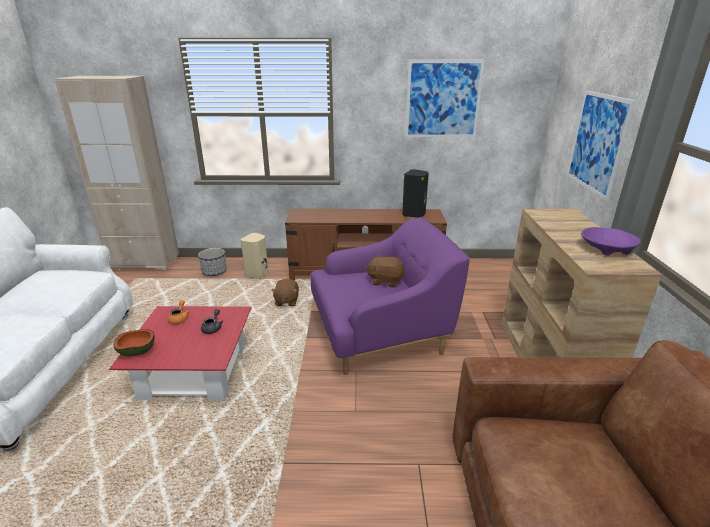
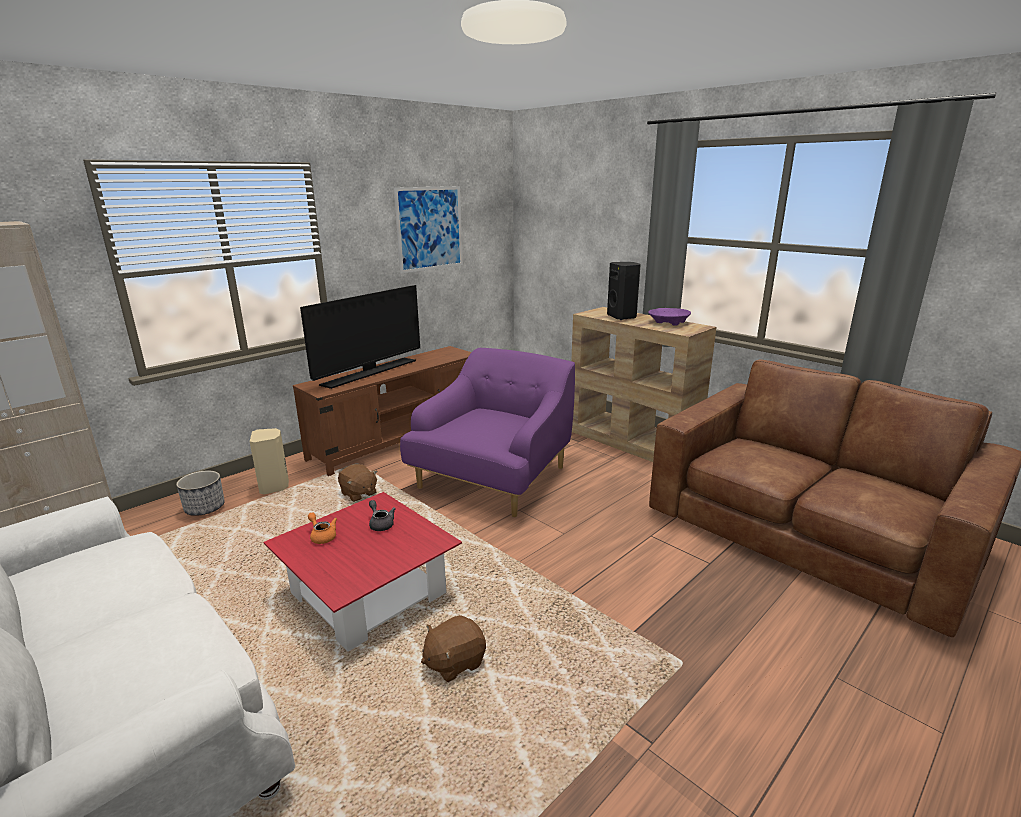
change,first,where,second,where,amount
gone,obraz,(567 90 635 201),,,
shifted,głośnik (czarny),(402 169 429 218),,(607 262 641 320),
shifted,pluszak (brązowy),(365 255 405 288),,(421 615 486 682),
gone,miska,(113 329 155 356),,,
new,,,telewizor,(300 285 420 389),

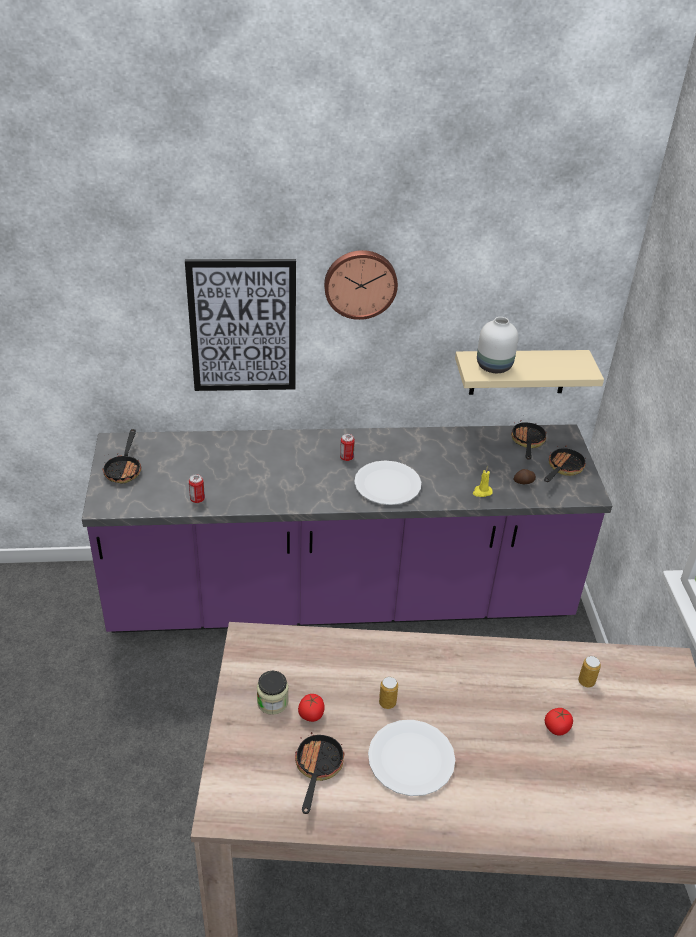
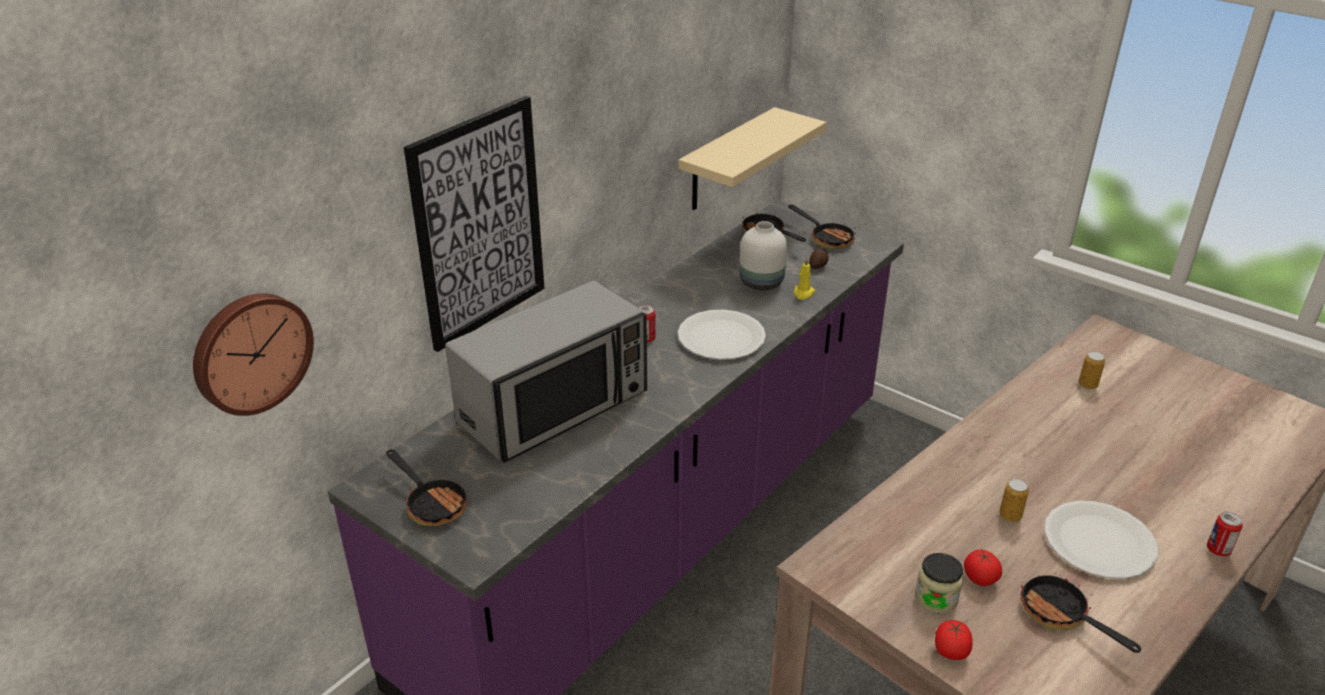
change,first,where,second,where,amount
shifted,zegar ścienny,(324 250 398 320),,(193 293 314 416),
shifted,wazon (biały),(477 317 518 373),,(739 221 787 291),
rotated,patelnia,(544 445 586 482),,(788 205 856 249),150 degrees clockwise
shifted,puszka,(189 474 205 503),,(1207 512 1243 556),
shifted,pomidor,(545 708 573 736),,(935 620 973 660),
new,,,mikrofalówka,(445 280 647 463),

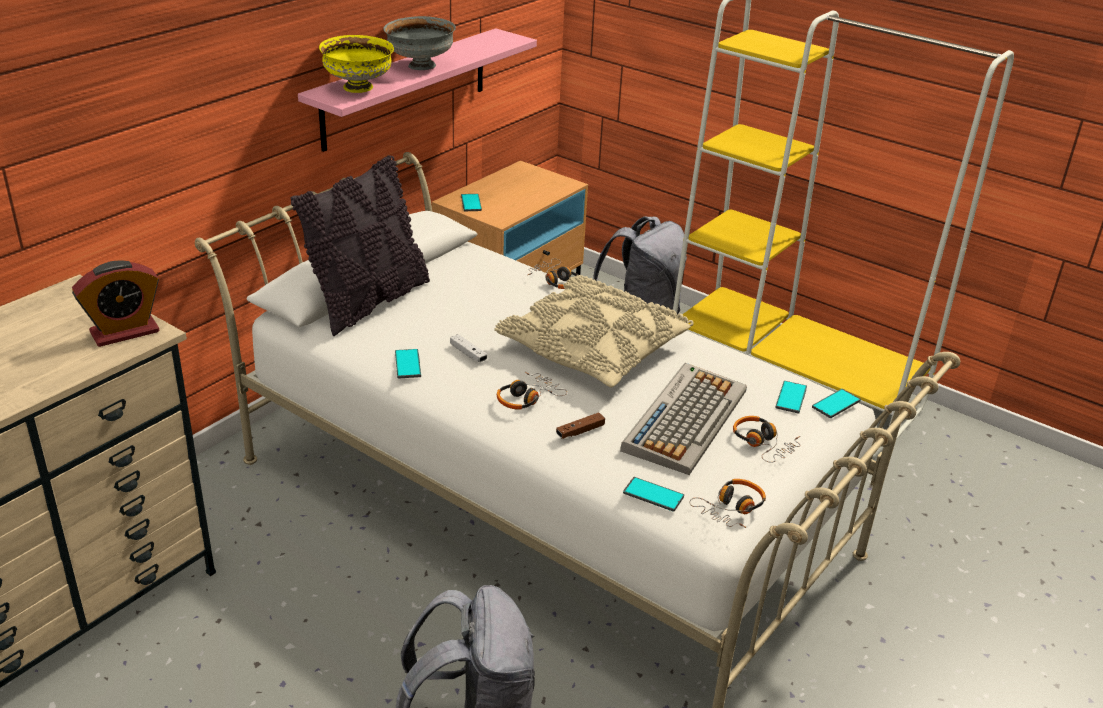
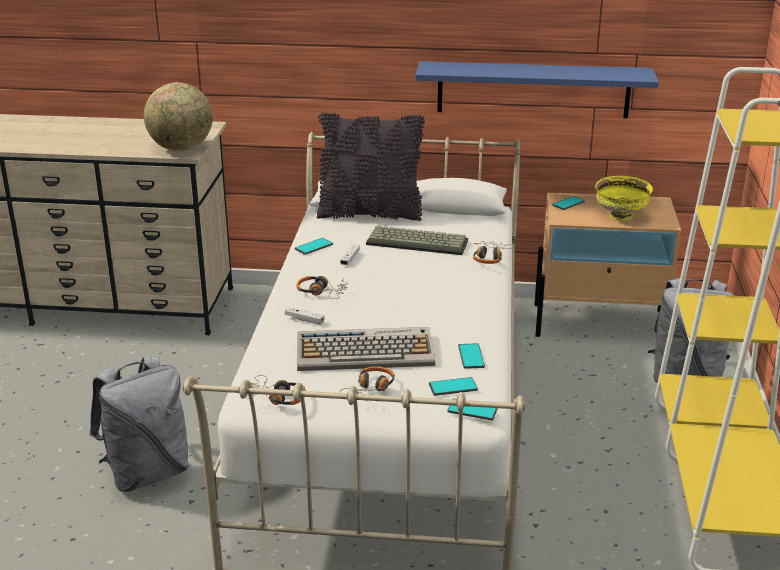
change,first,where,second,where,amount
gone,miska (szary),(383 16 456 70),,,
repainted,półka (różowy),(298 28 537 152),półka (niebieski),(415 61 659 118),
shifted,miska (żółty),(319 35 394 93),,(595 176 653 221),
swapped,budzik,(72 260 159 347),globus,(144 82 213 151),
gone,poduszka (beżowy),(494 275 694 388),,,
repainted,pad do gier (brązowy),(556 412 605 439),pad do gier (biały),(285 307 324 325),
shifted,telefon,(623 477 684 512),,(458 343 485 369),
new,,,klawiatura,(366 226 468 255),

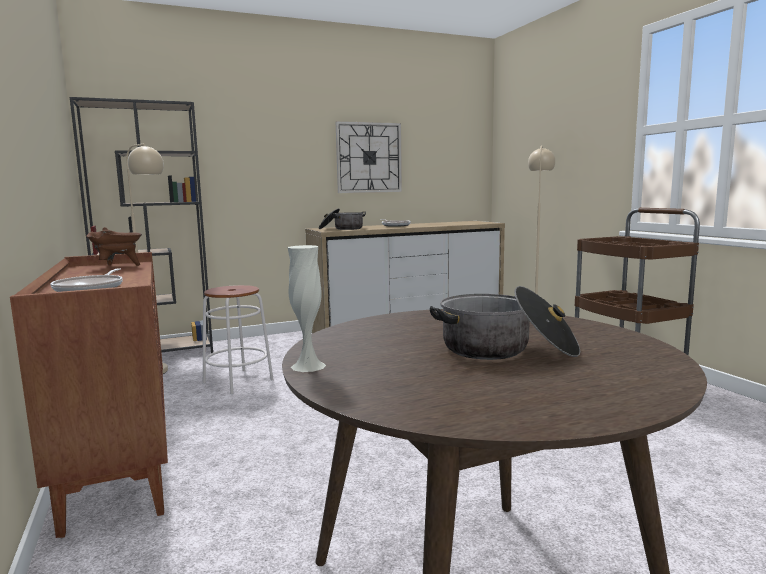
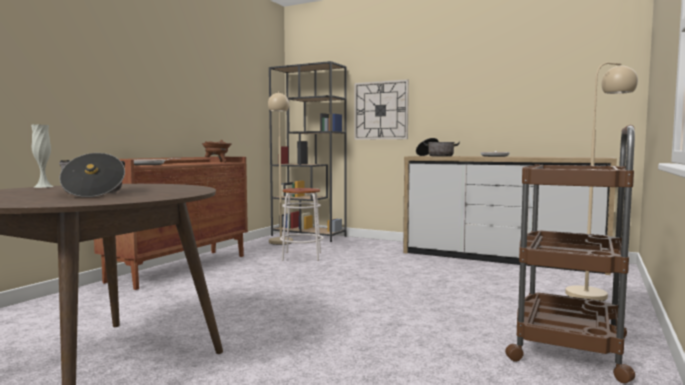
change,first,where,second,where,amount
shifted,zegar ścienny,(336 121 402 193),,(354 79 409 140),

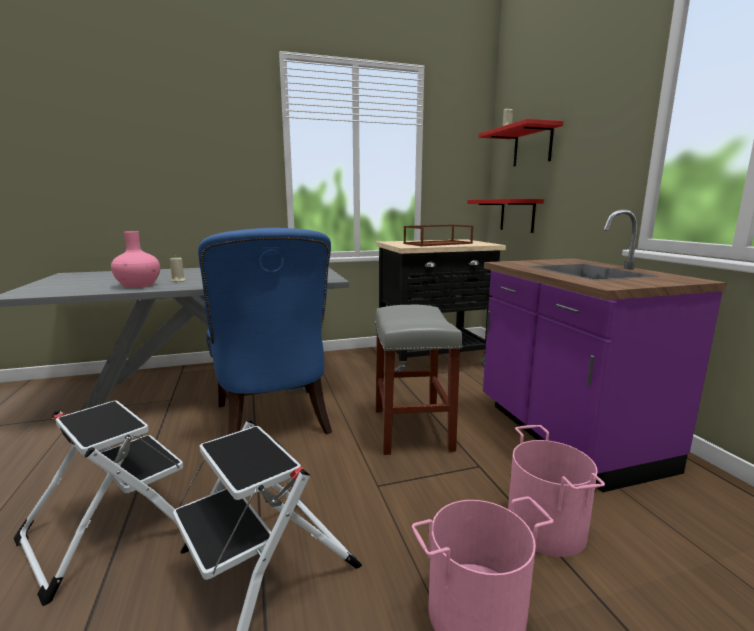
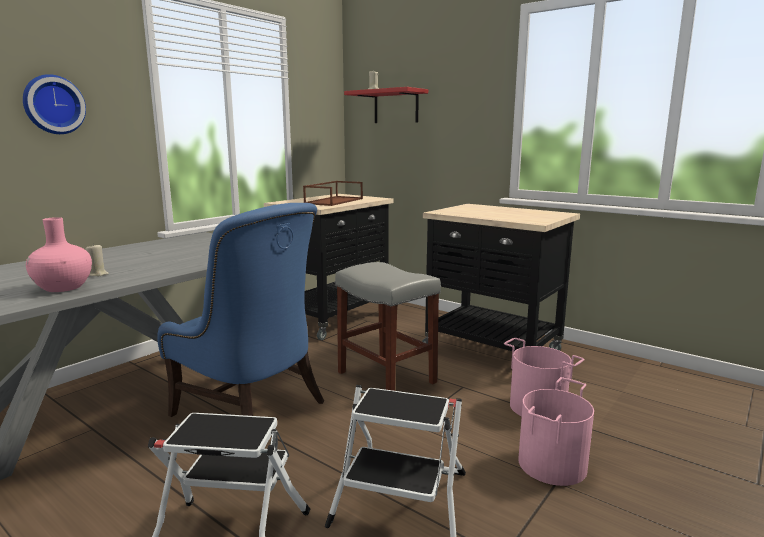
change,first,where,second,where,amount
gone,półka (czerwony),(467 199 544 233),,,
swapped,zabudowa kuchenna (fioletowy),(483 209 727 492),wózek (czarny),(422 204 580 351),
new,,,zegar ścienny,(23 74 86 134),

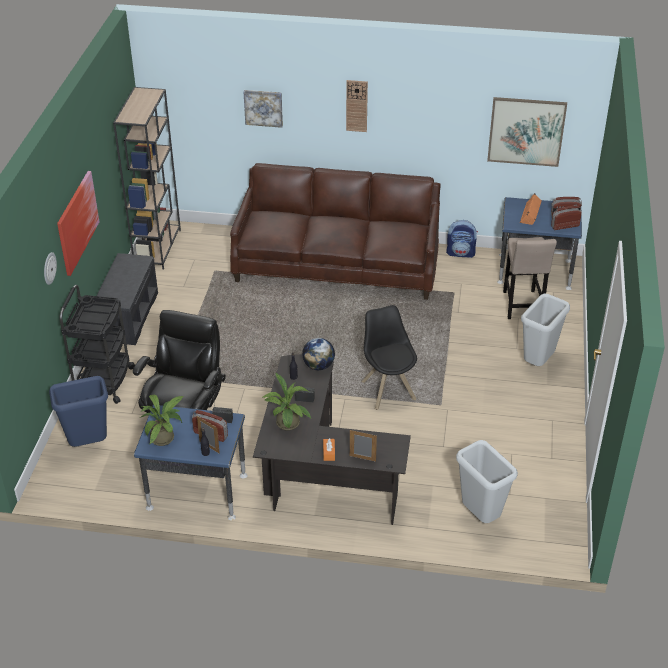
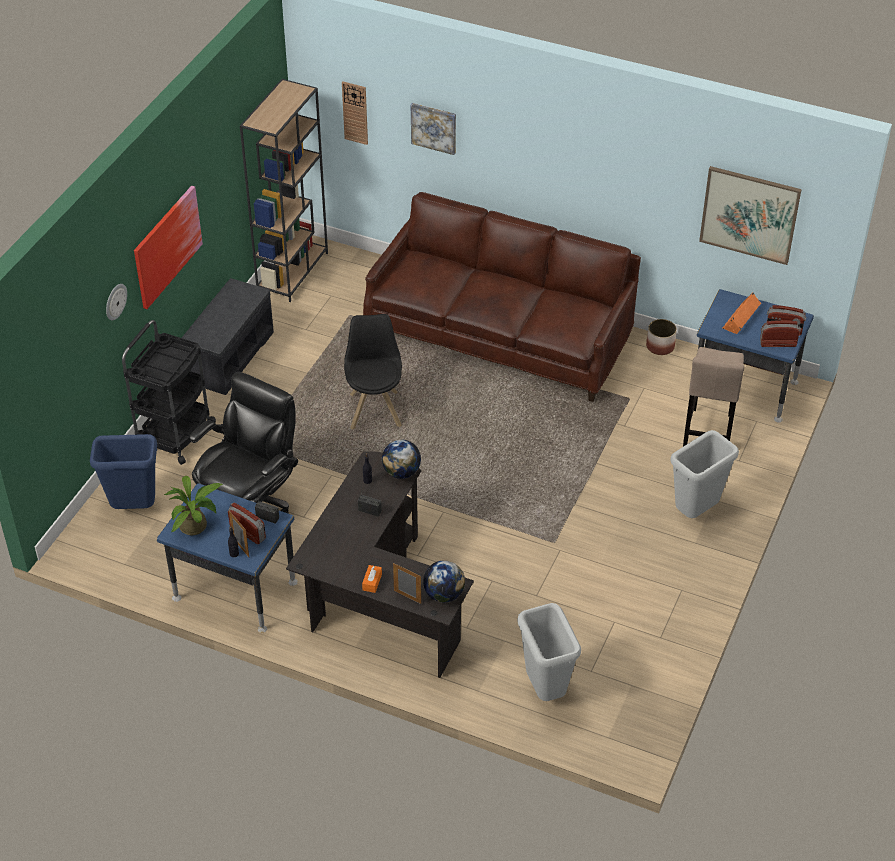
change,first,where,second,where,amount
shifted,zegar ścienny,(346 80 368 132),,(342 81 368 145),
swapped,plecak,(446 220 478 258),donica,(646 319 677 355),
shifted,krzesło (czarny),(362 305 417 410),,(344 314 402 430),
gone,roślina doniczkowa,(263 373 311 431),,,
new,,,globus,(423 560 465 602),

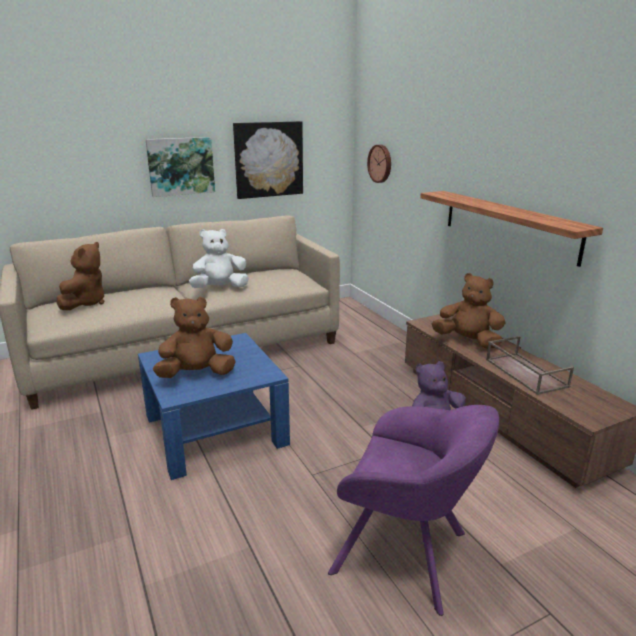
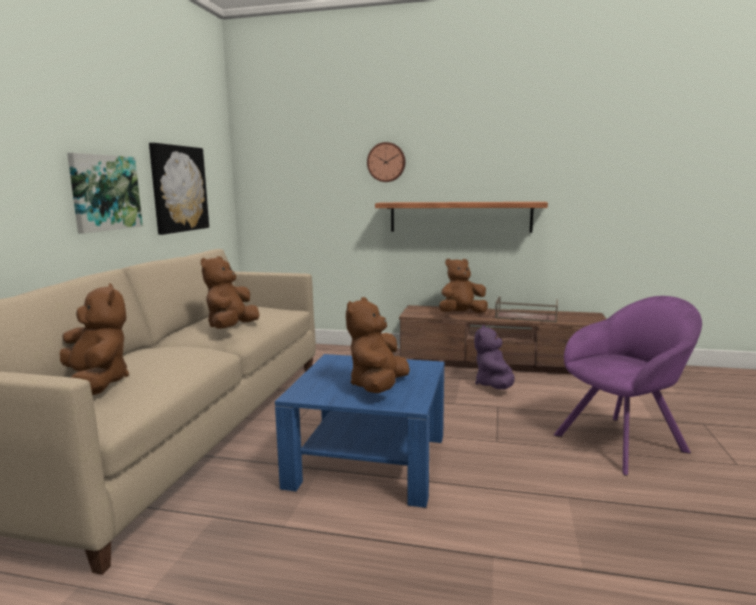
change,first,where,second,where,amount
shifted,zegar ścienny,(367 145 391 183),,(367 142 405 182),
repainted,pluszak (biały),(189 229 249 288),pluszak (brązowy),(201 256 259 329),

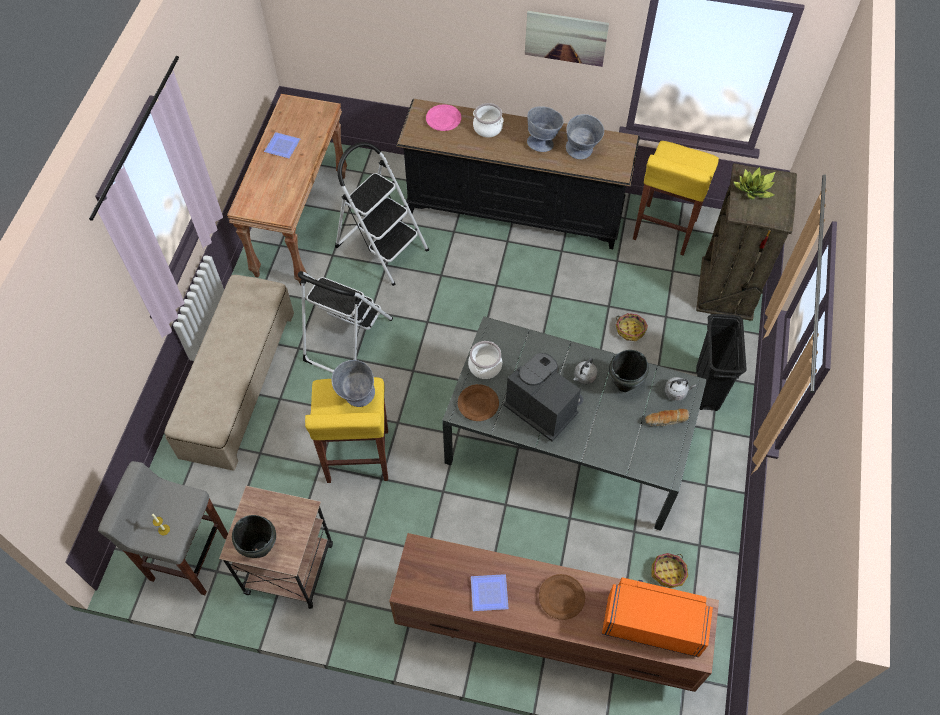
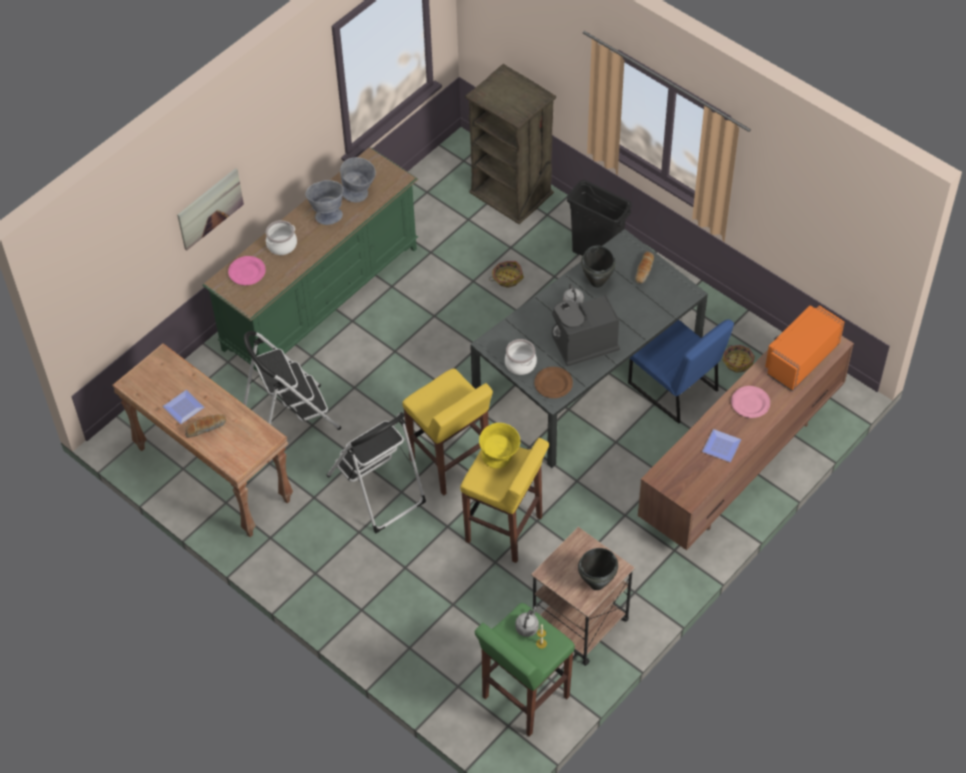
change,first,where,second,where,amount
shifted,obraz,(525 11 609 67),,(177 168 244 251),
repainted,szafka (czarny),(396 99 640 249),szafka (zielony),(203 147 418 380),
shifted,stołek (żółty),(633 141 719 255),,(402 368 493 496),
gone,roślina doniczkowa,(733 167 775 200),,,
gone,ławka (beżowy),(164 275 294 471),,,
repainted,miska (szary),(331 360 375 407),miska (żółty),(479 423 520 469),
shifted,czajnik (szary),(665 377 696 401),,(515 606 539 637),
repainted,stołek (szary),(98 461 228 595),stołek (zielony),(475 603 575 737),
repainted,talerz (brązowy),(539 574 585 620),talerz (różowy),(731 386 770 418),
new,,,krzesło (niebieski),(628 319 734 424),
new,,,chleb,(185 414 226 438),

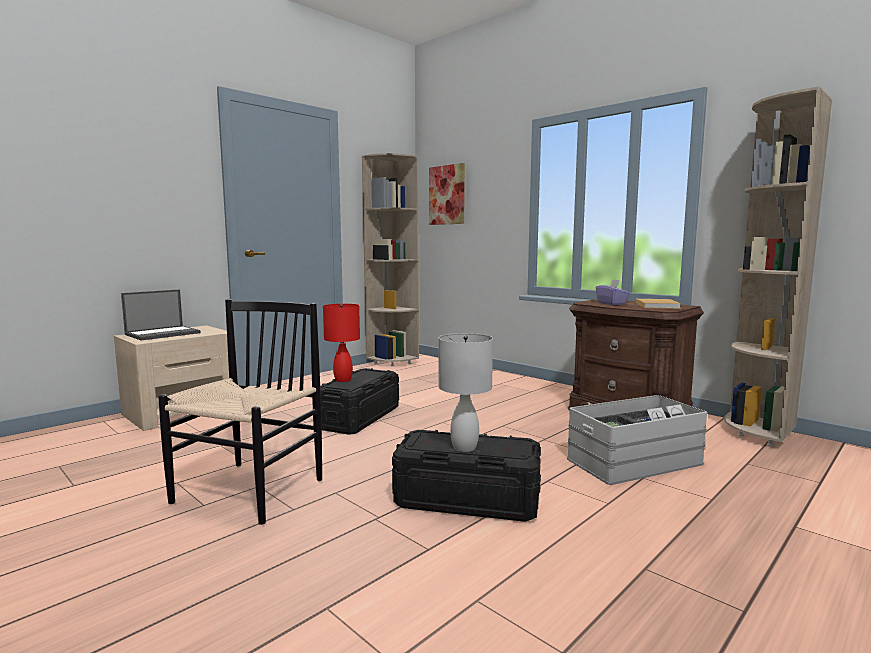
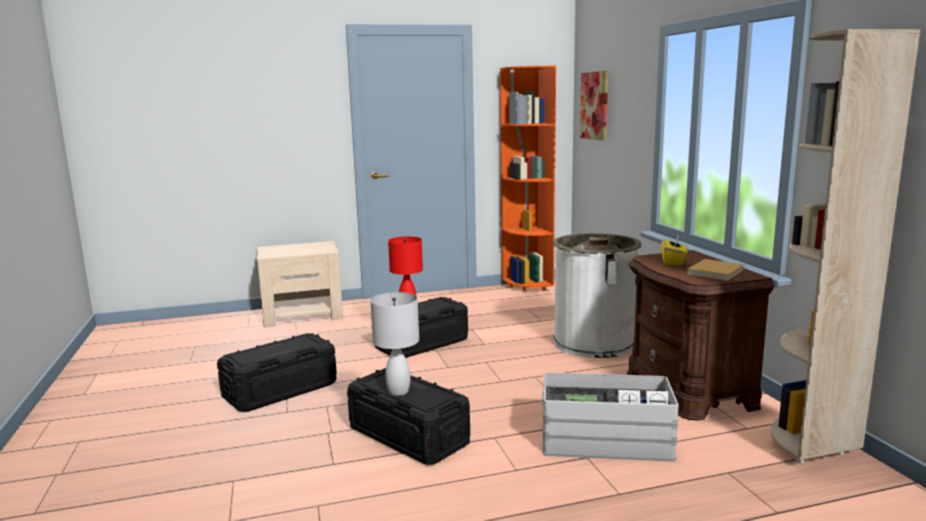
change,first,where,second,where,amount
repainted,regał (beżowy),(362 153 419 366),regał (pomarańczowy),(500 66 556 291),
repainted,pudełko chusteczek (fioletowy),(596 279 630 305),pudełko chusteczek (żółty),(661 234 687 266),
gone,laptop,(121 289 201 340),,,
swapped,krzesło (czarny),(158 299 322 525),pojemnik do przechowywania (czarny),(217 333 337 412),
new,,,kosz na śmieci (biały),(553 233 641 358),

